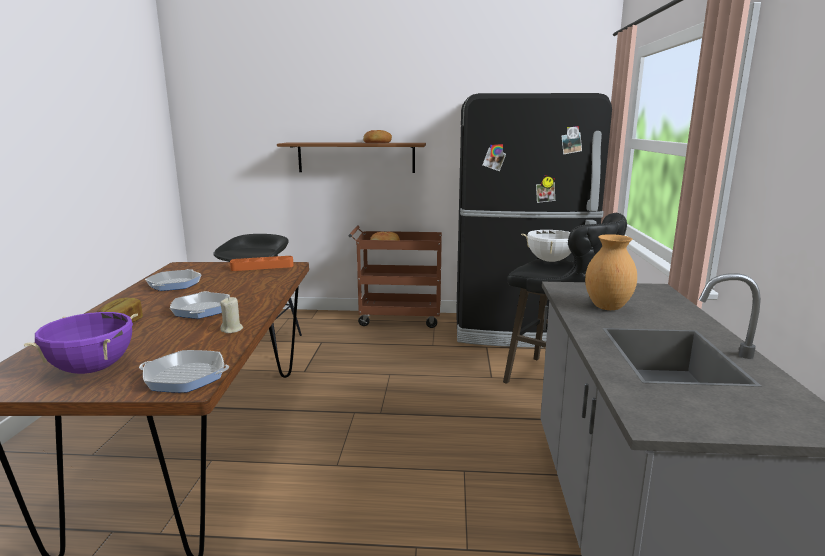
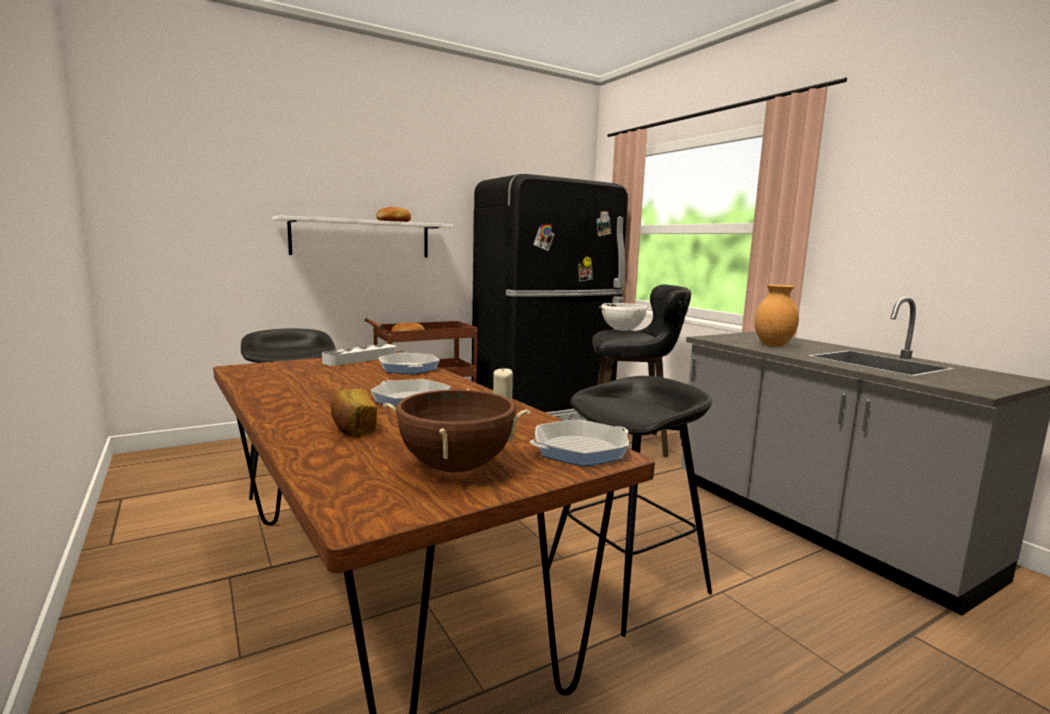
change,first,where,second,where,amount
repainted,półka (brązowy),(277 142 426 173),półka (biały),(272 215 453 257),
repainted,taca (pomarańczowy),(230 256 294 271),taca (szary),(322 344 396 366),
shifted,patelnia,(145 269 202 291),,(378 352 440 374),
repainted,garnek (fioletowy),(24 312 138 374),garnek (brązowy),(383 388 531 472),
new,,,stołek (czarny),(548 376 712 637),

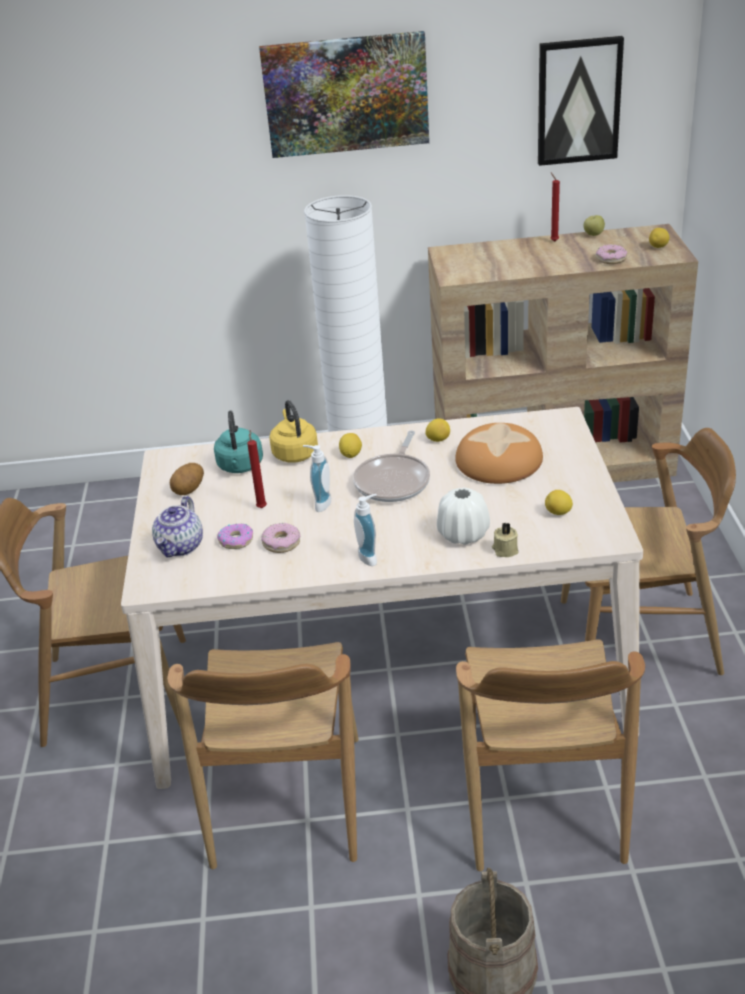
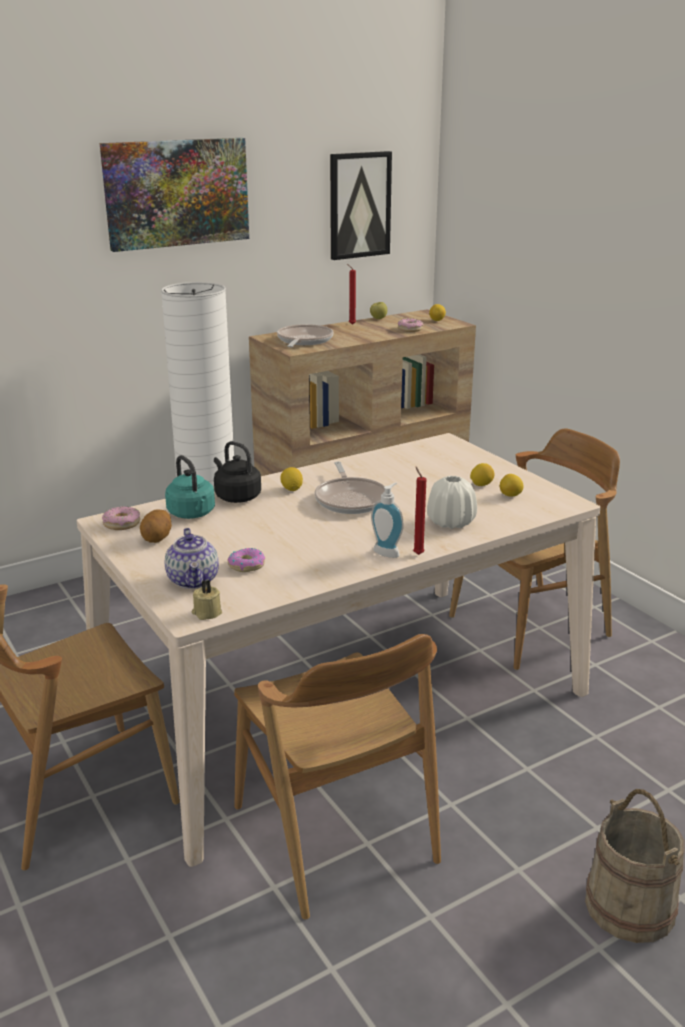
change,first,where,second,where,amount
repainted,czajnik (żółty),(269 400 318 463),czajnik (czarny),(214 441 261 503),
shifted,cytryna,(425 418 450 442),,(470 463 494 486),
gone,chleb,(455 423 543 484),,,
shifted,świeca (czerwony),(247 430 267 508),,(413 467 426 555),
gone,dozownik mydła,(303 445 331 512),,,
shifted,świeca (beżowy),(492 522 519 557),,(192 580 222 620),
shifted,donut,(261 523 300 553),,(102 506 140 530),
gone,krzesło (brązowy),(456 639 645 871),,,
new,,,patelnia,(277 324 334 347),

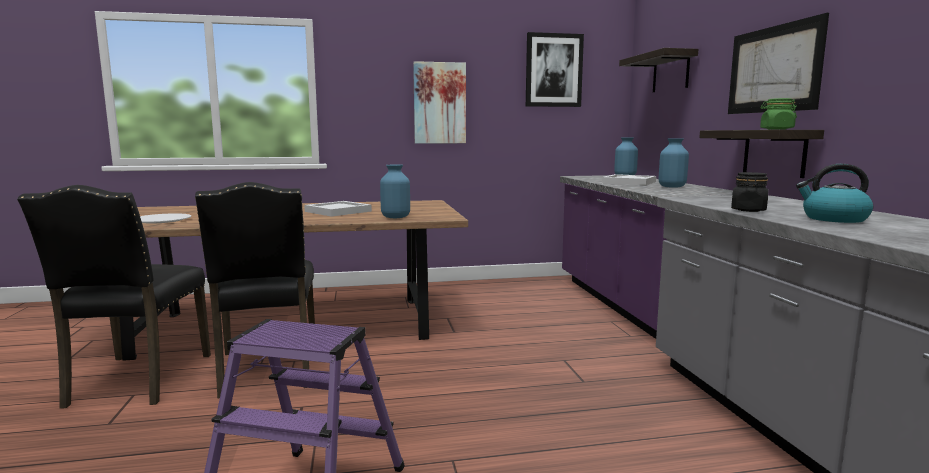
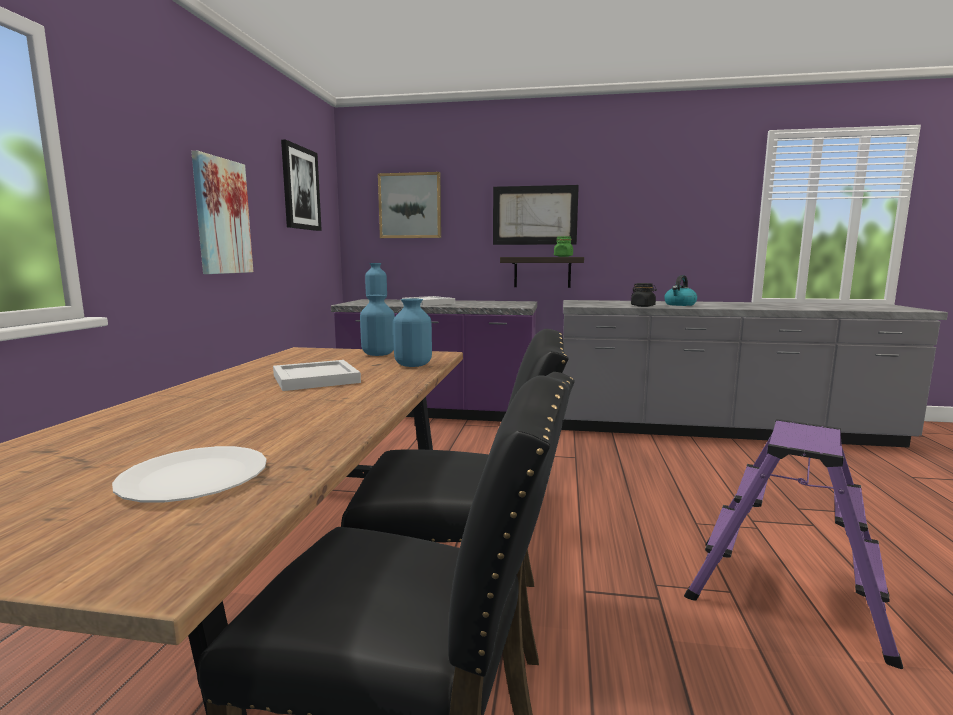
change,first,where,second,where,amount
swapped,półka,(619 48 699 92),obraz,(378 172 441 238),
shifted,wazon (niebieski),(659 138 689 188),,(360 295 395 356),

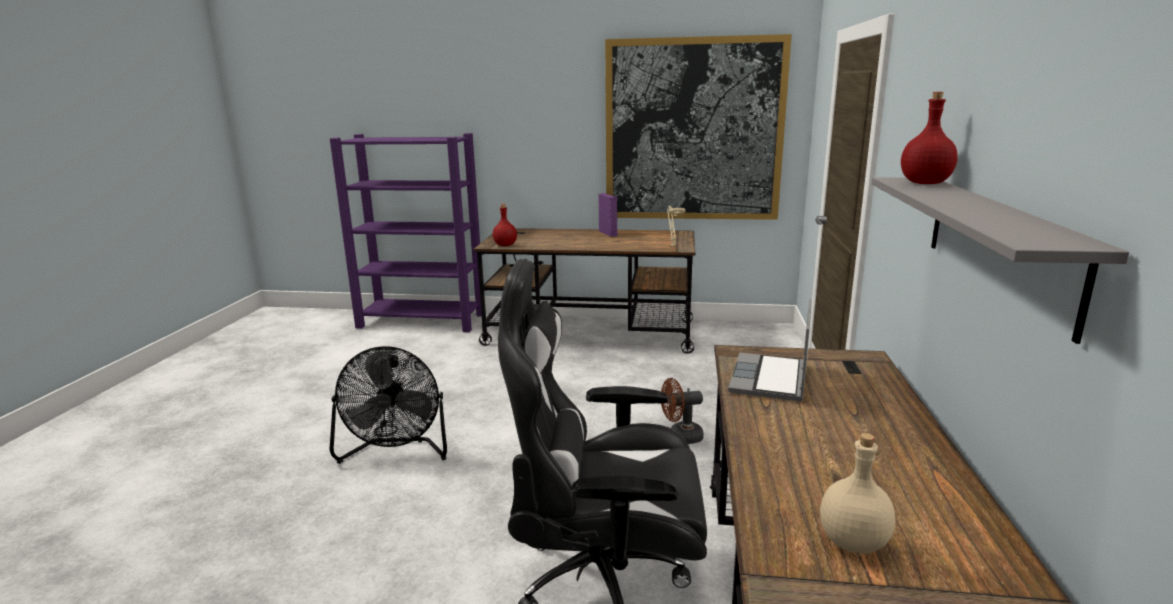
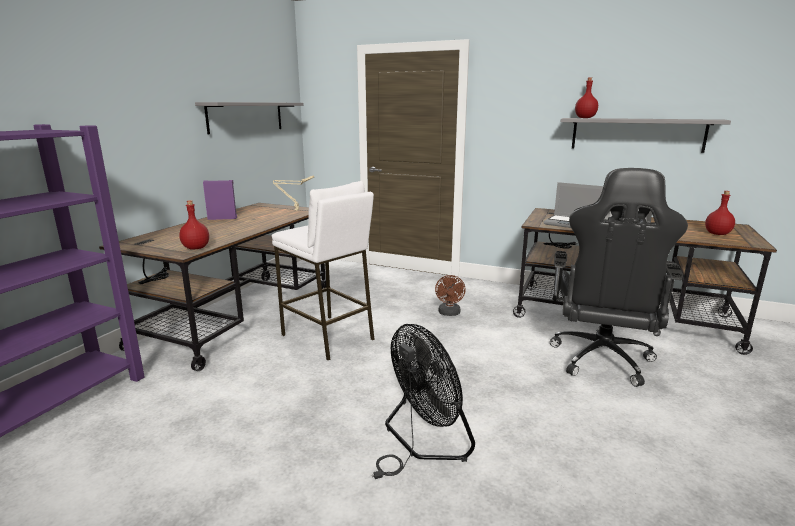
change,first,where,second,where,amount
swapped,obraz,(605 34 792 220),półka (szary),(195 102 304 134),
rotated,wentylator (czarny),(329 346 447 464),,(371 324 475 479),45 degrees counterclockwise
repainted,butelka (beżowy),(820 433 895 553),butelka (czerwony),(705 191 735 235),
new,,,stołek (biały),(272 181 375 361),

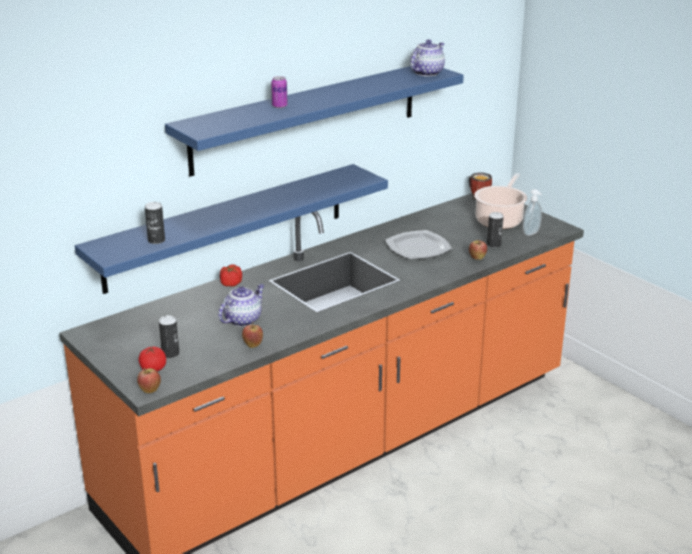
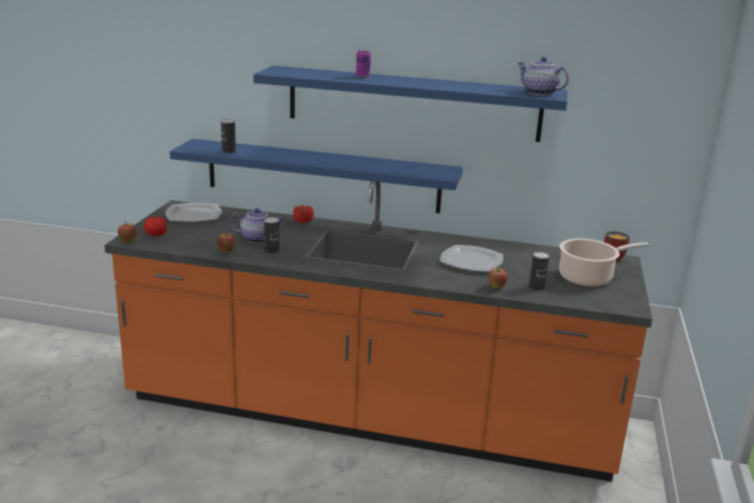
change,first,where,second,where,amount
rotated,imbryk,(410 40 445 77),,(518 57 569 95),135 degrees counterclockwise
gone,dozownik mydła,(523 189 542 236),,,
shifted,puszka,(159 315 179 358),,(264 217 279 254),
new,,,talerz,(165 203 222 222),

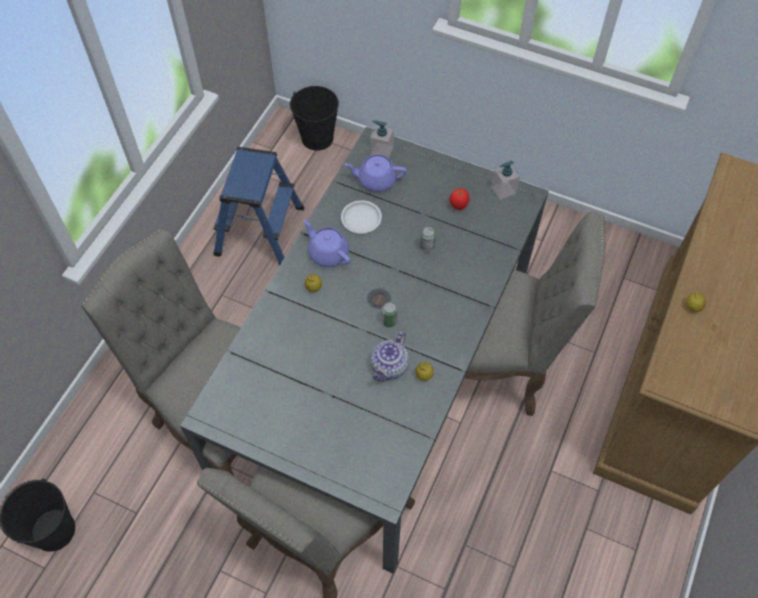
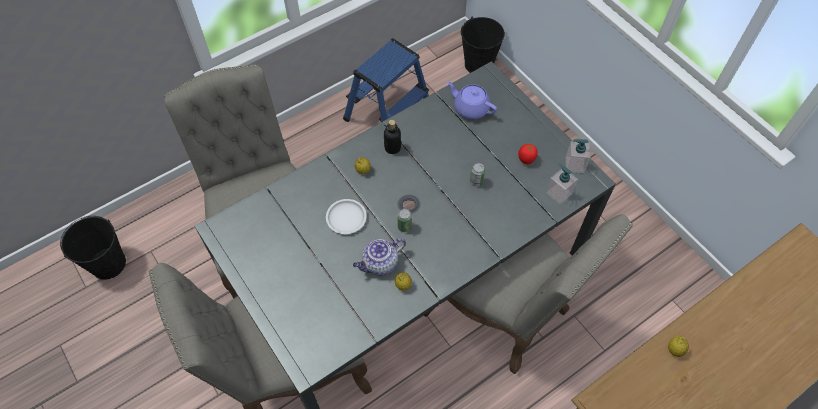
change,first,where,second,where,amount
shifted,dozownik mydła,(370 120 394 158),,(546 164 578 204),
shifted,talerz (biały),(341 200 382 234),,(326 199 367 234),
swapped,imbryk (fioletowy),(303 219 351 267),butelka,(384 120 401 154),

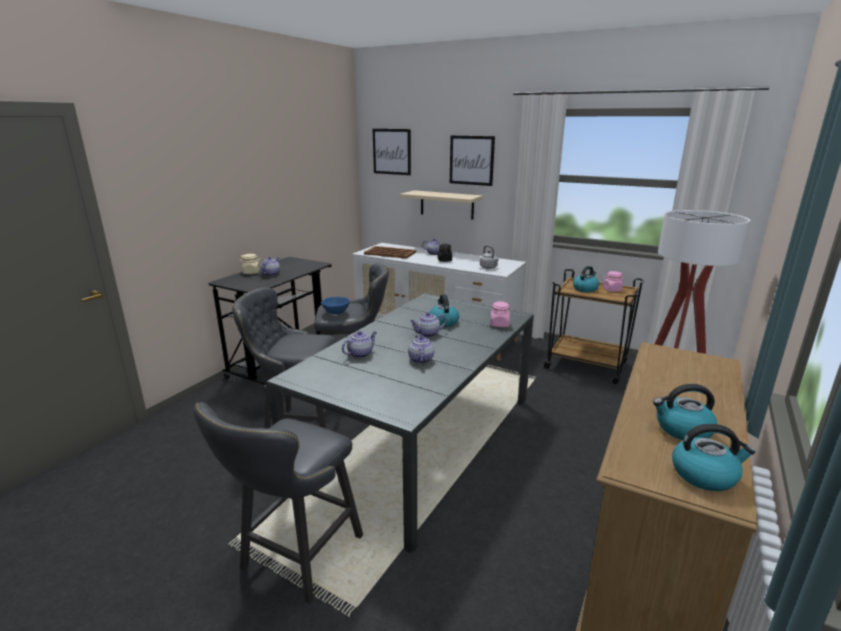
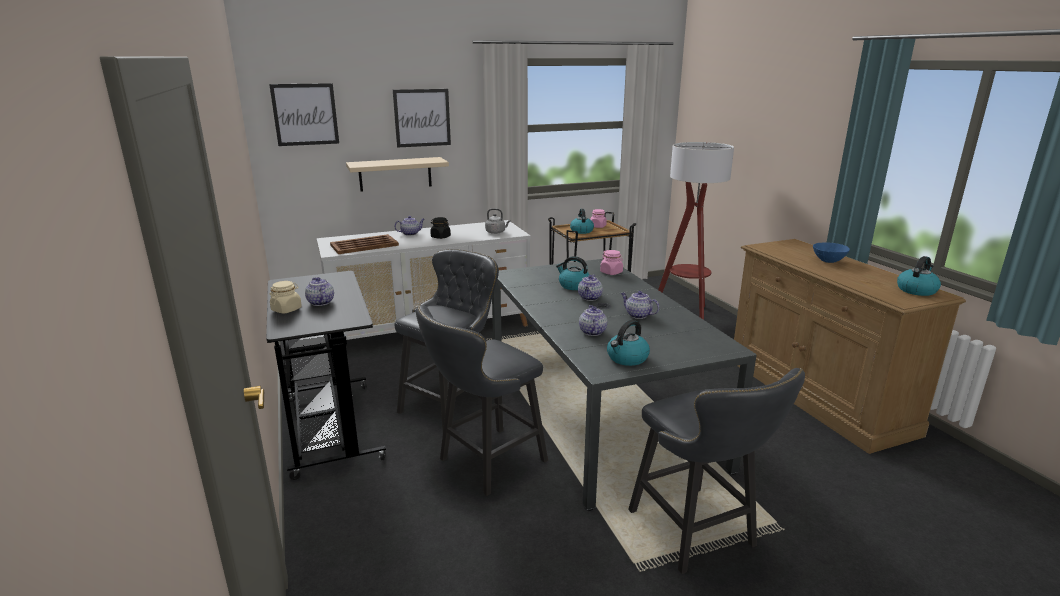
change,first,where,second,where,amount
shifted,miska (niebieski),(321 297 350 314),,(813 243 850 263),
shifted,czajnik,(653 384 717 440),,(607 320 650 366),

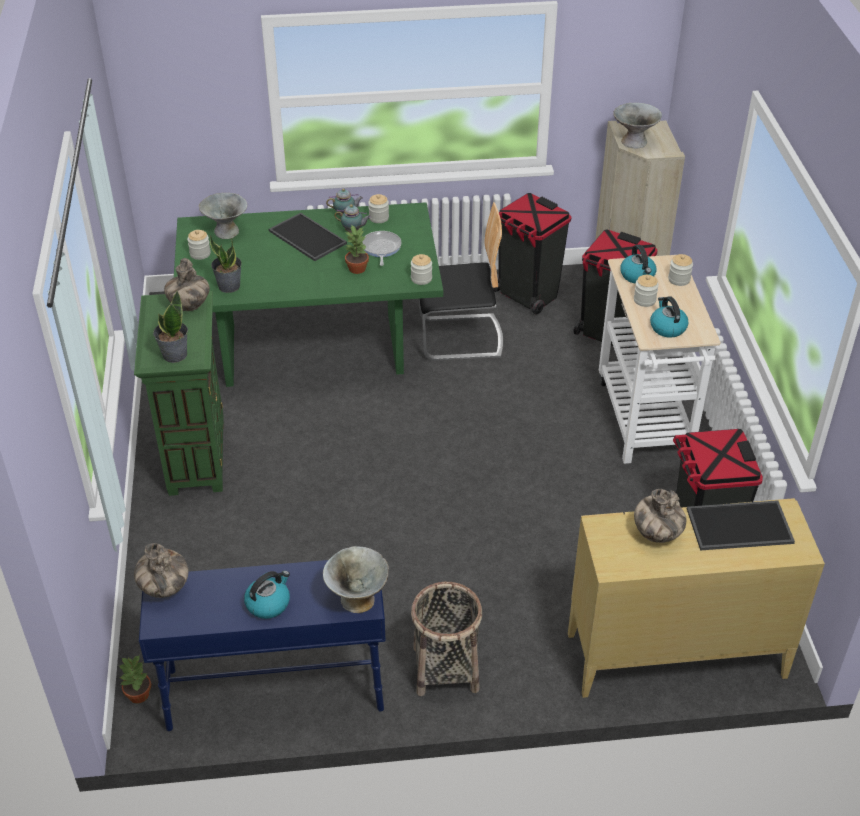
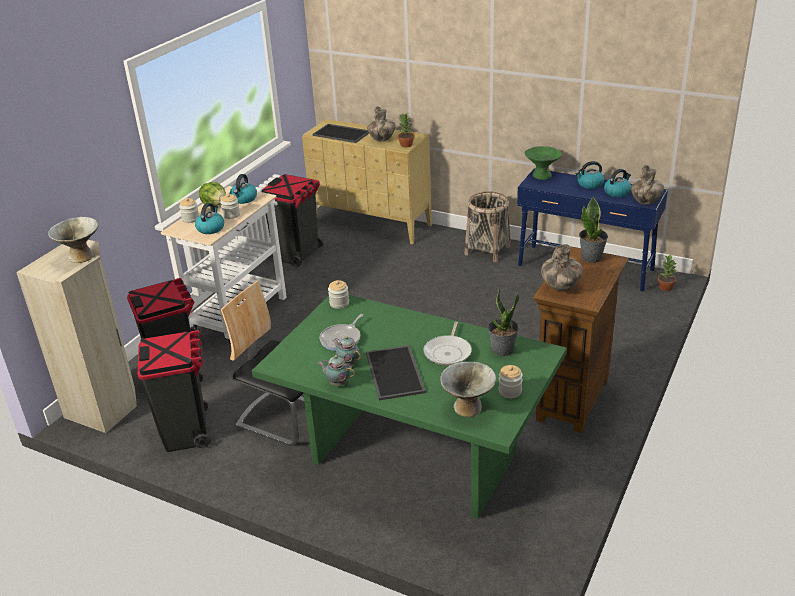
change,first,where,second,where,amount
gone,słoik,(368 194 389 223),,,
shifted,roślina doniczkowa,(345 224 369 274),,(398 112 415 147),
repainted,szafka (zielony),(134 291 224 496),szafka (brązowy),(533 246 629 433),
repainted,miska (szary),(323 546 389 613),miska (zielony),(525 146 562 180),
new,,,czajnik,(604 169 631 197),
new,,,sałata,(199 182 226 206),
new,,,patelnia,(423 322 472 366),

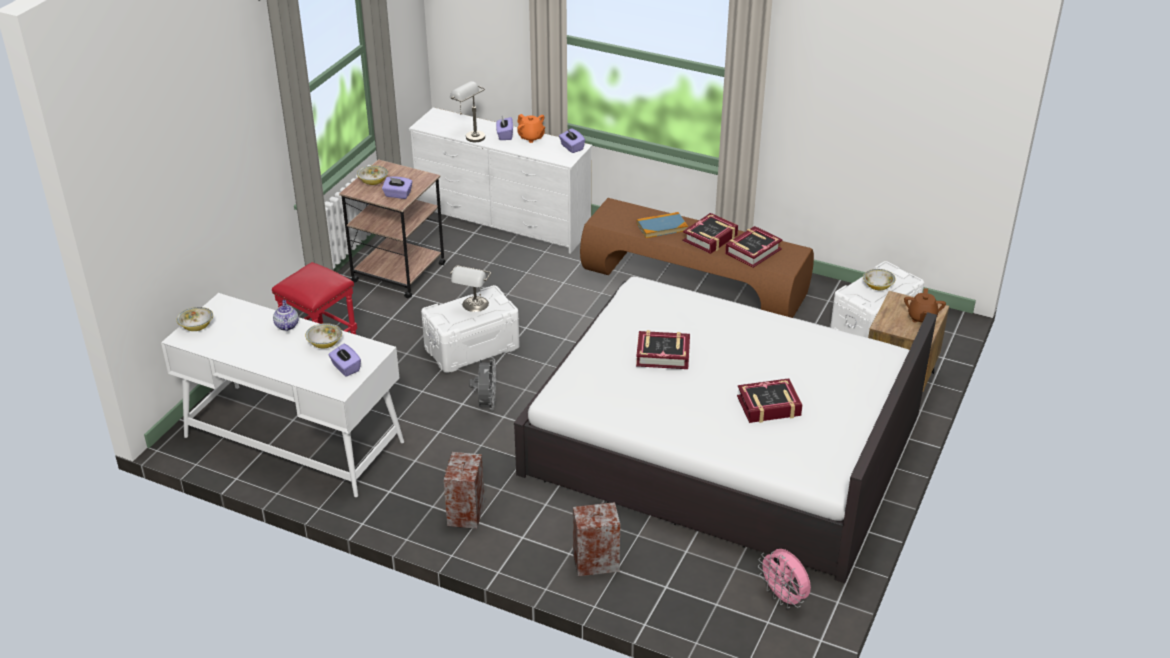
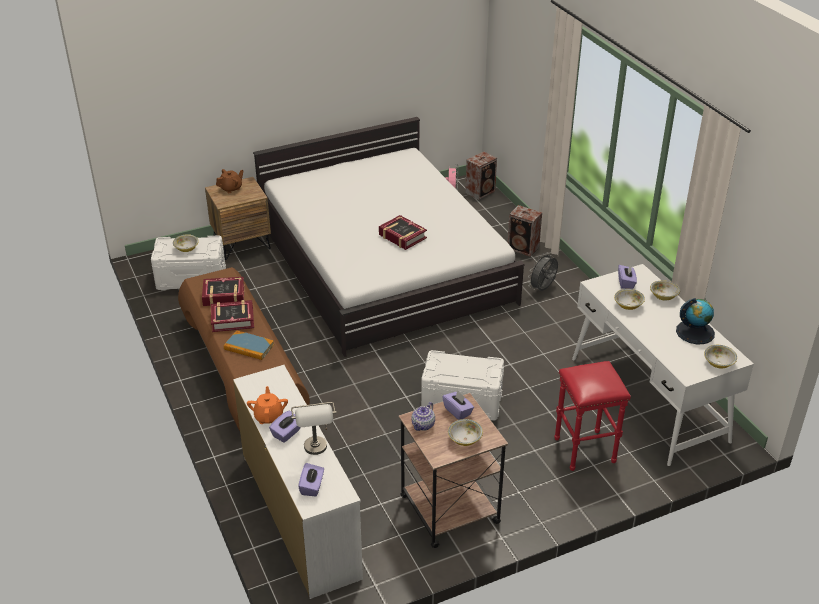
change,first,where,second,where,amount
shifted,pudełko chusteczek (fioletowy),(559 128 585 153),,(298 463 324 497),
gone,lampa stołowa (biały),(450 265 491 312),,,
shifted,imbryk,(273 300 299 331),,(411 402 435 431),
shifted,wentylator (szary),(469 357 496 410),,(528 252 558 291),
gone,książka,(737 378 803 423),,,
shifted,głośnik,(444 452 485 529),,(465 152 497 200),
new,,,miska,(650 280 680 300),
new,,,globus,(676 298 715 345),

